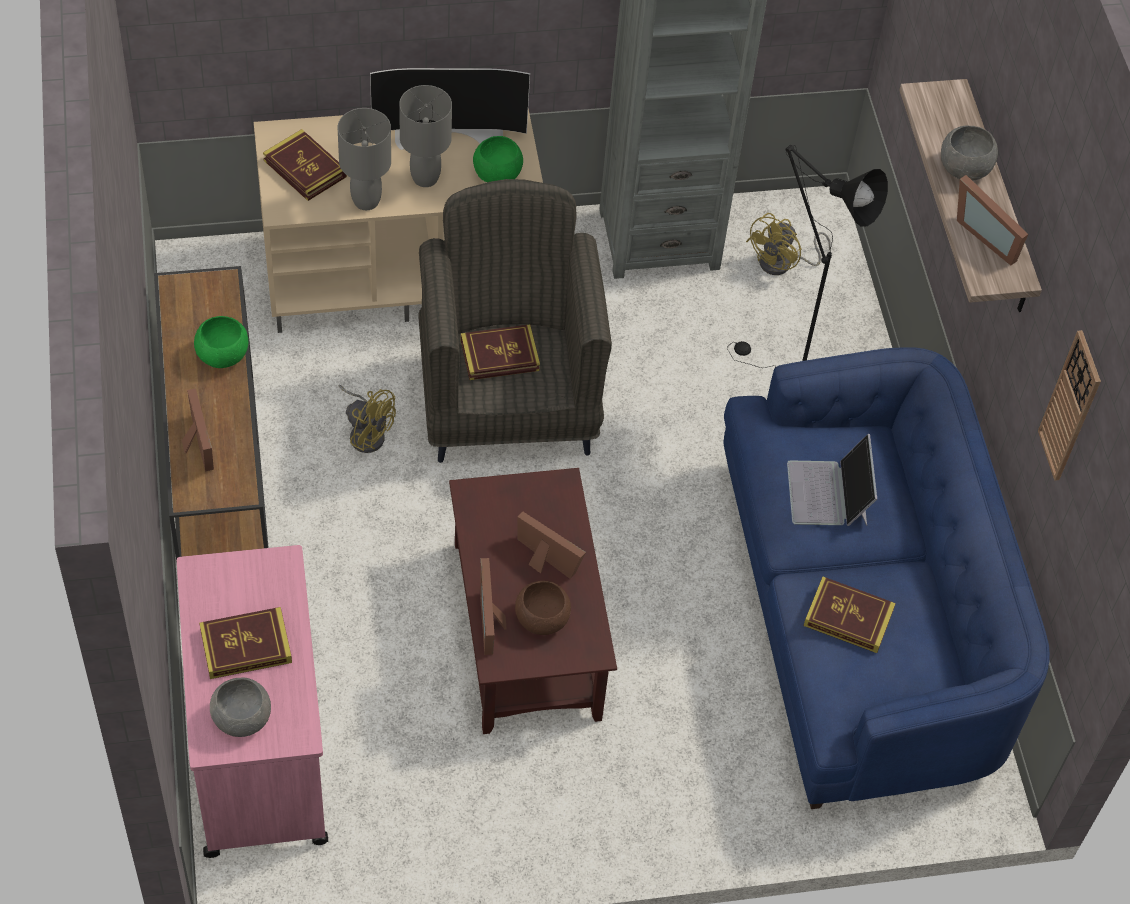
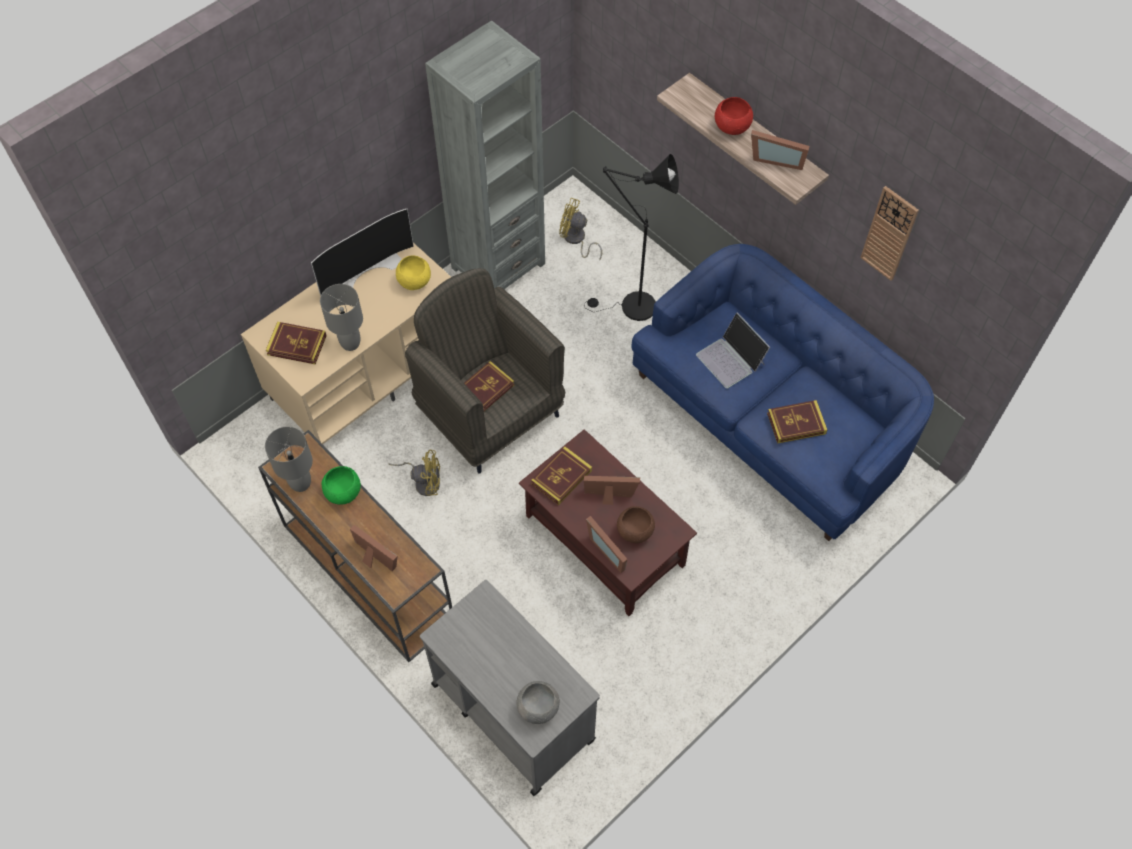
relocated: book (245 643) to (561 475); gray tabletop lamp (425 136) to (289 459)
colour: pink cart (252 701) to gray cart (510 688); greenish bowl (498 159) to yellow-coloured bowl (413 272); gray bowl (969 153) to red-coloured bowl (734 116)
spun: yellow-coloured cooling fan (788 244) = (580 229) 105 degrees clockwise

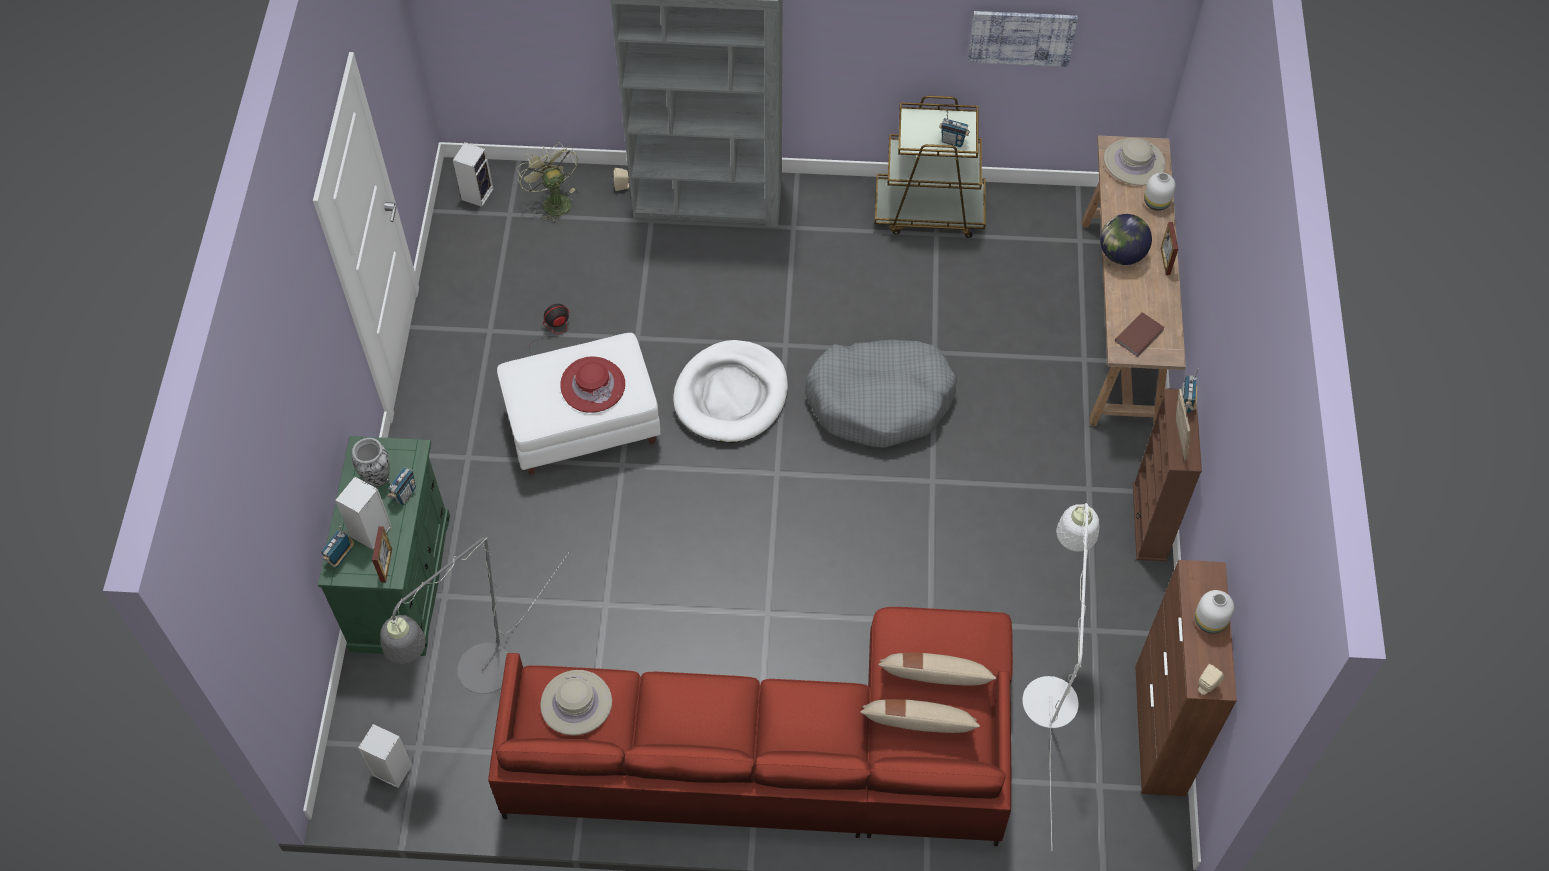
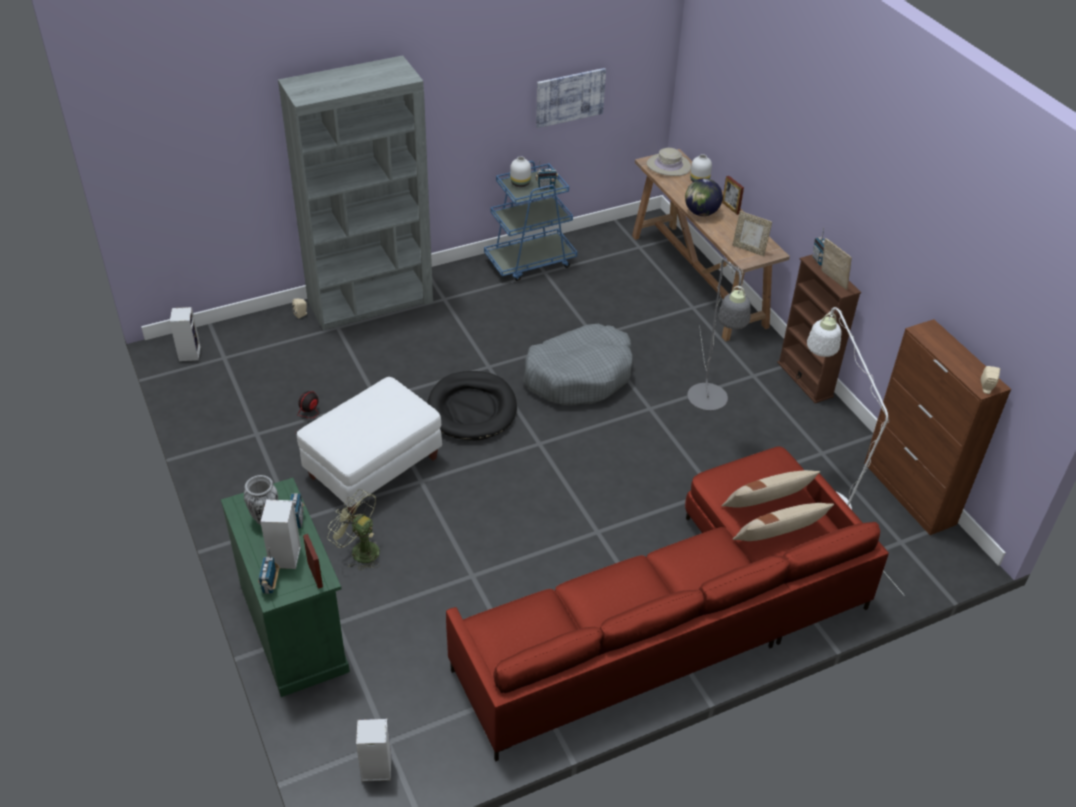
missing: beige-coloured clothing hat (576 703); red-coloured clothing hat (592 384)
relocated: gray floor lamp (475 615) to (719 335); greenish cooling fan (547 183) to (354 530); white decorative vase (1214 612) to (520 171)
exchanged: brownish book (1140 334) to picture frame (752 233)
colour: white pet bed (730 391) to black pet bed (472 406); brownish cart (930 167) to bluish cart (531 221)

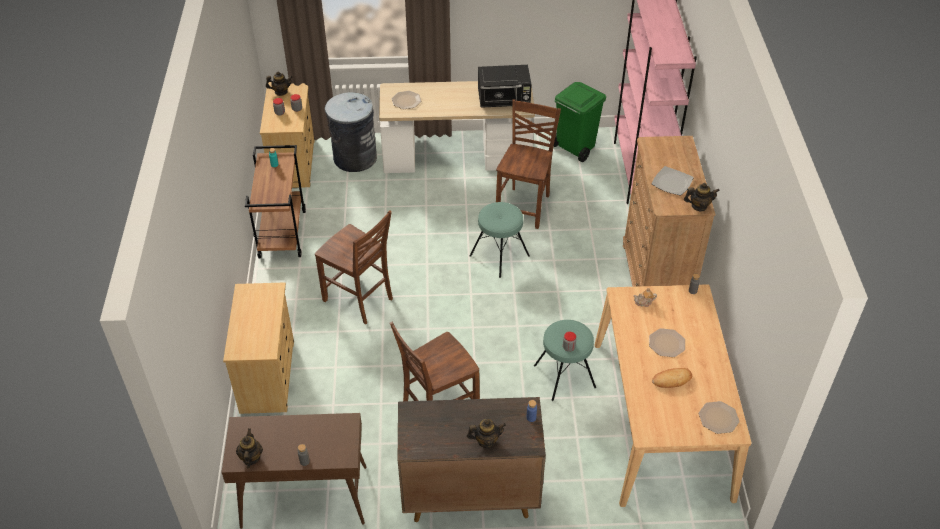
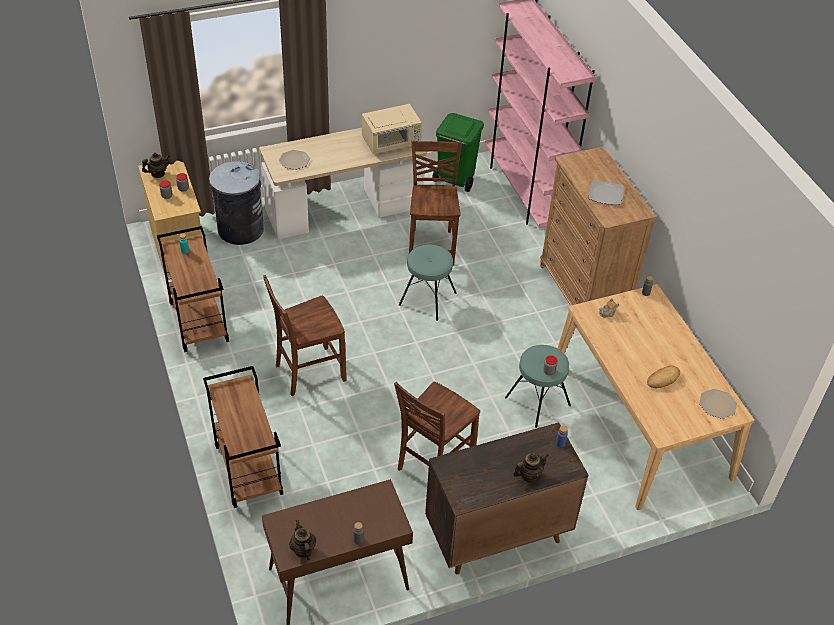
missing: plate (667 342); teapot (702 197)
exchanged: beige-coloured chest of drawers (258 348) to brownish cart (243 437)
colour: black kitchen microwave (505 86) to beige-coloured kitchen microwave (392 129)
spun: brownish chair (354 267) = (305 335) 135 degrees clockwise

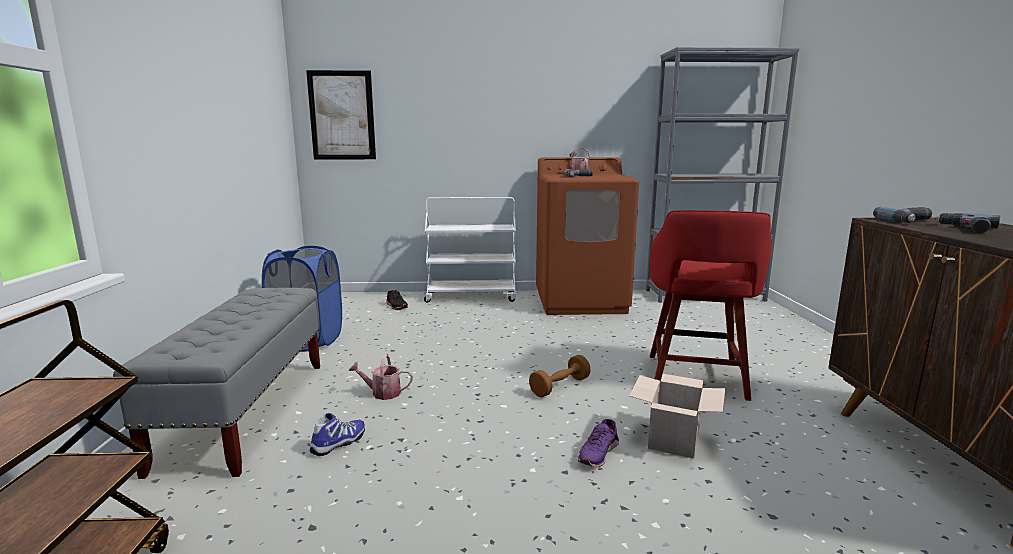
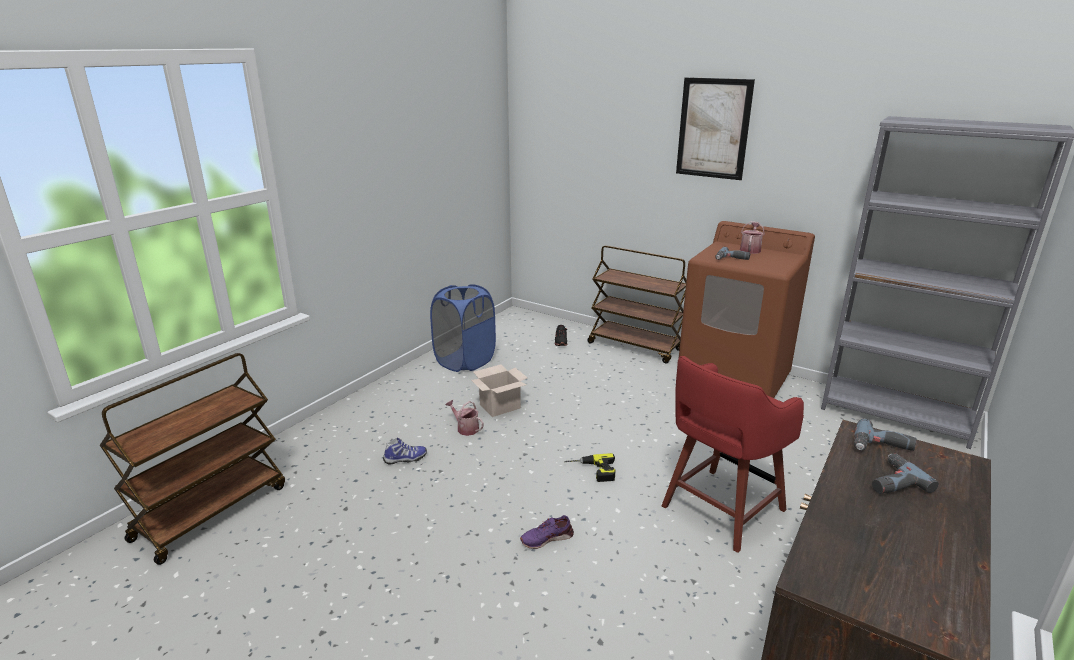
missing: gray bench (216 383)
relocated: wall art (341 114) to (715 128); carton (677 416) to (499 390)
exchanged: brownish dumbbell (560 376) to drill (590 467)
colour: white cart (470 250) to brownish cart (636 304)

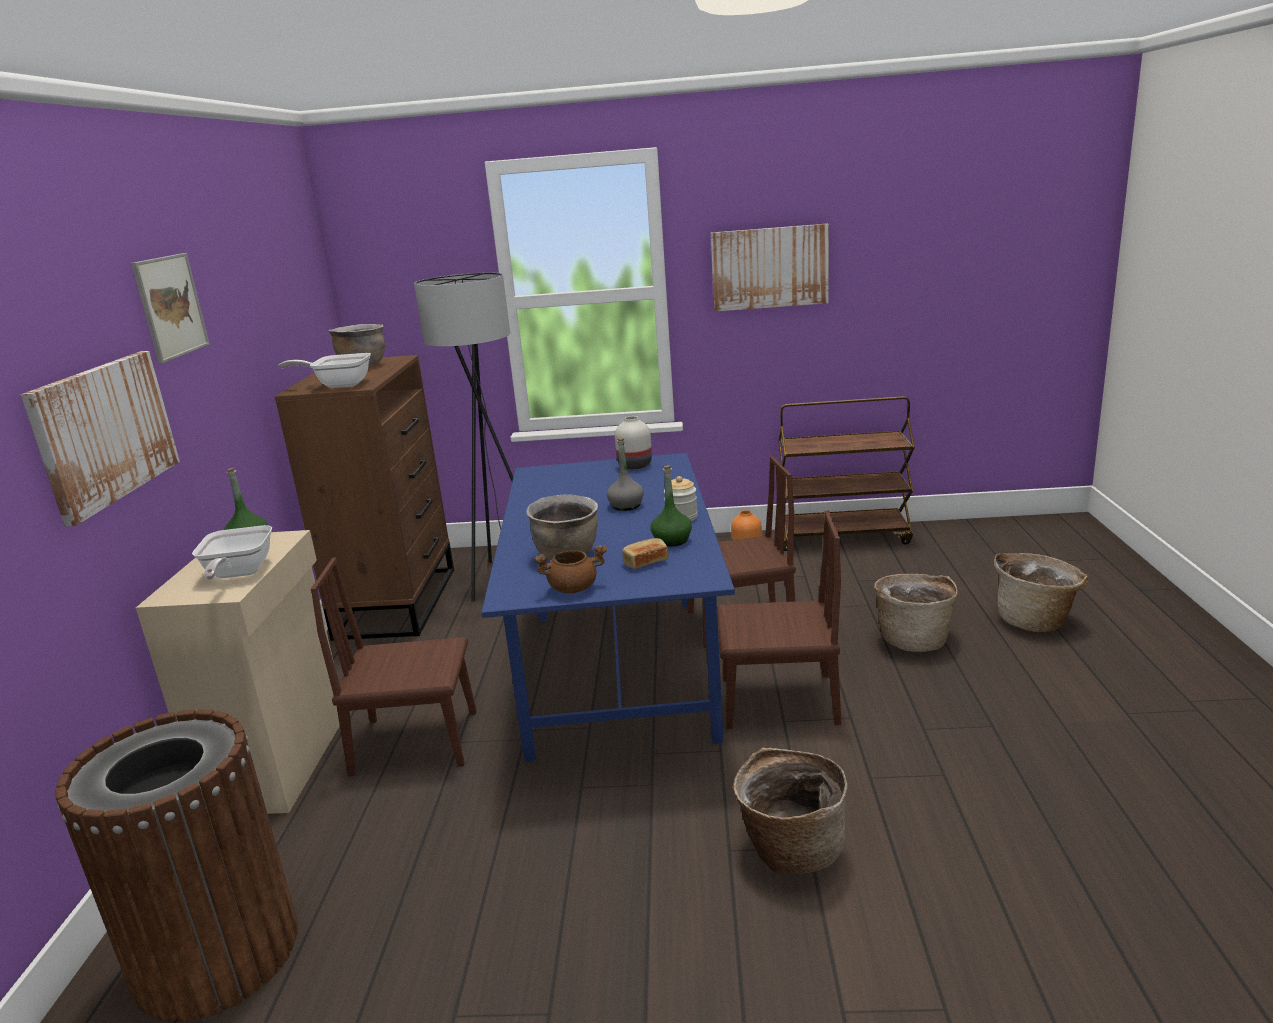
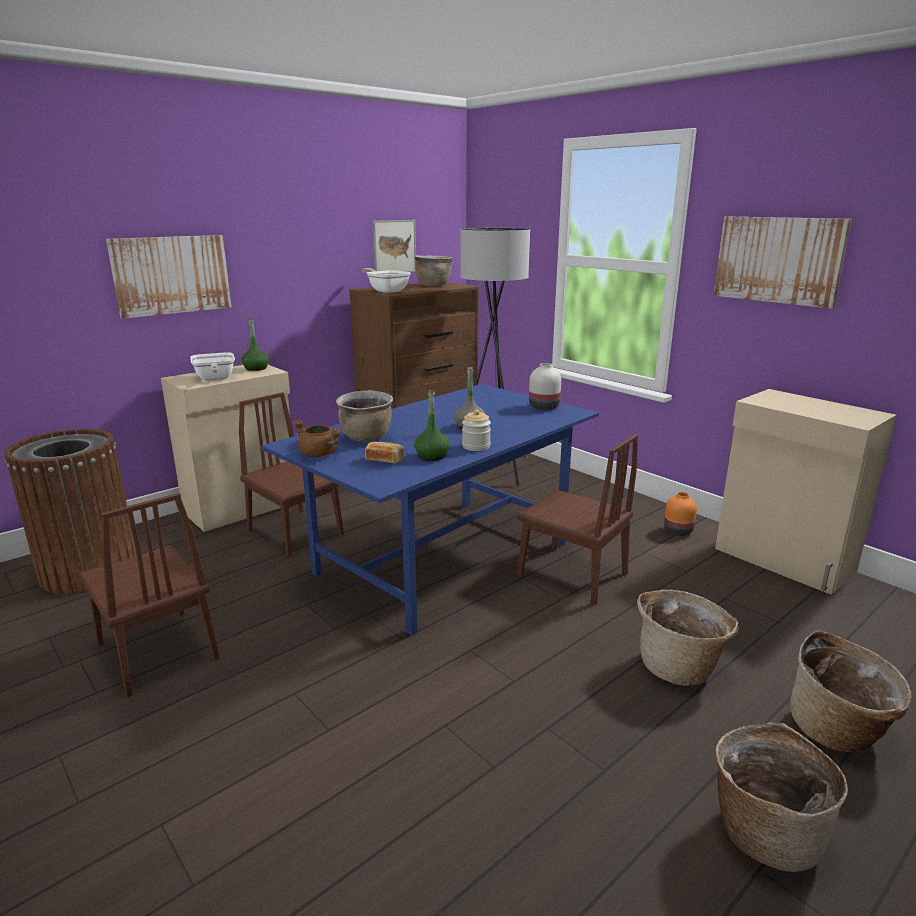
relocated: wall art (170 308) to (394 246); brownish chair (779 620) to (149 595); storage basket (790 811) to (782 797)
exchanged: brownish cart (846 473) to beige-coloured storage cabinet (806 491)
spun: skillet (232 552) = (212 366) 60 degrees counterclockwise

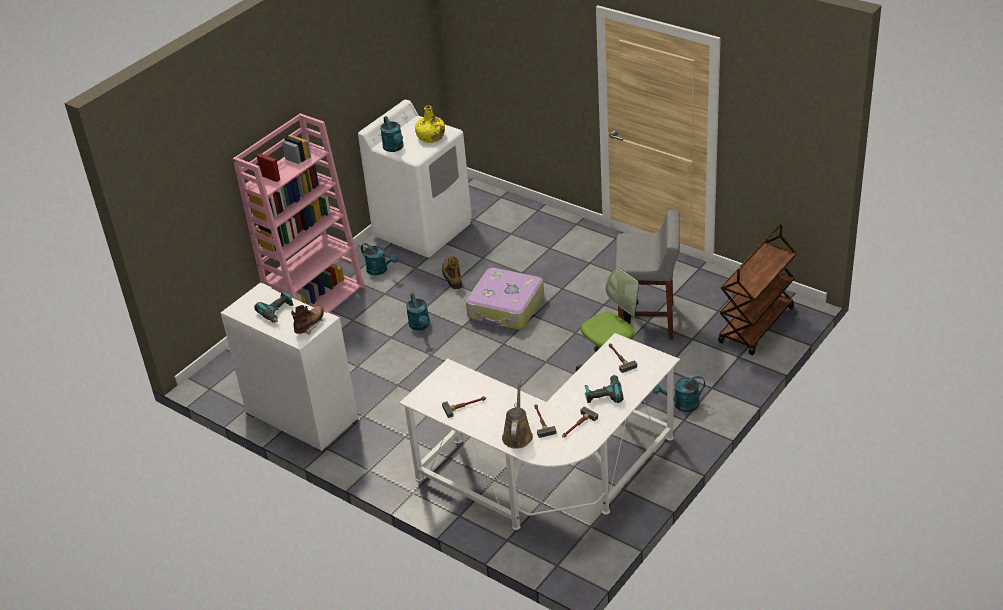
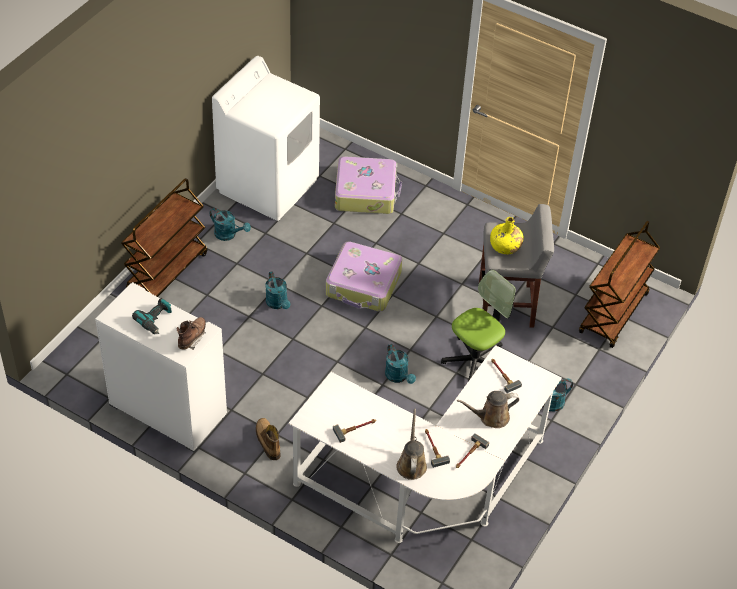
appeared: suitcase (368 185)
relocated: turquoise watering pot (391 134) to (400 364); yellow-coloured beverage bottle (430 124) to (506 236); boot (452 272) to (268 439)
exchanged: pink shelving unit (298 213) to brownish cart (164 237); drill (604 388) to brownish watering pot (488 409)

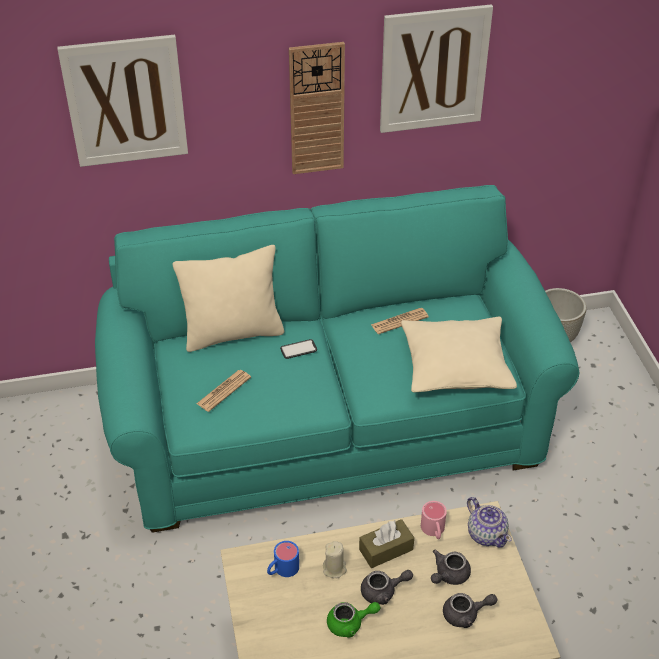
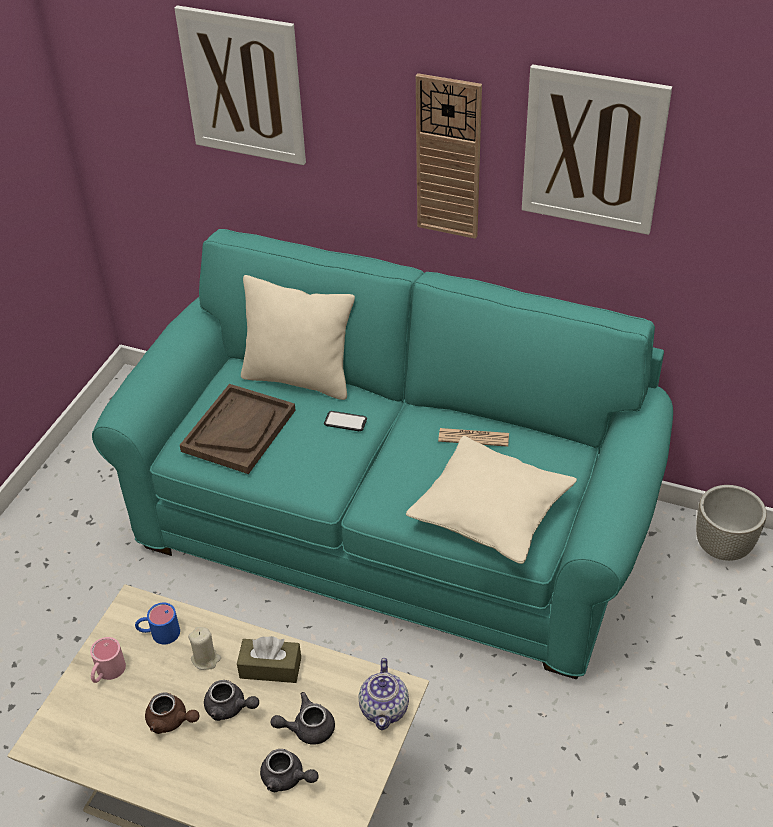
relocated: pink coffee mug (434 520) to (108 660)
exchanged: printed paper (223 391) to brownish tray (238 429)
colour: greenish teapot (353 620) to brownish teapot (172 713)

